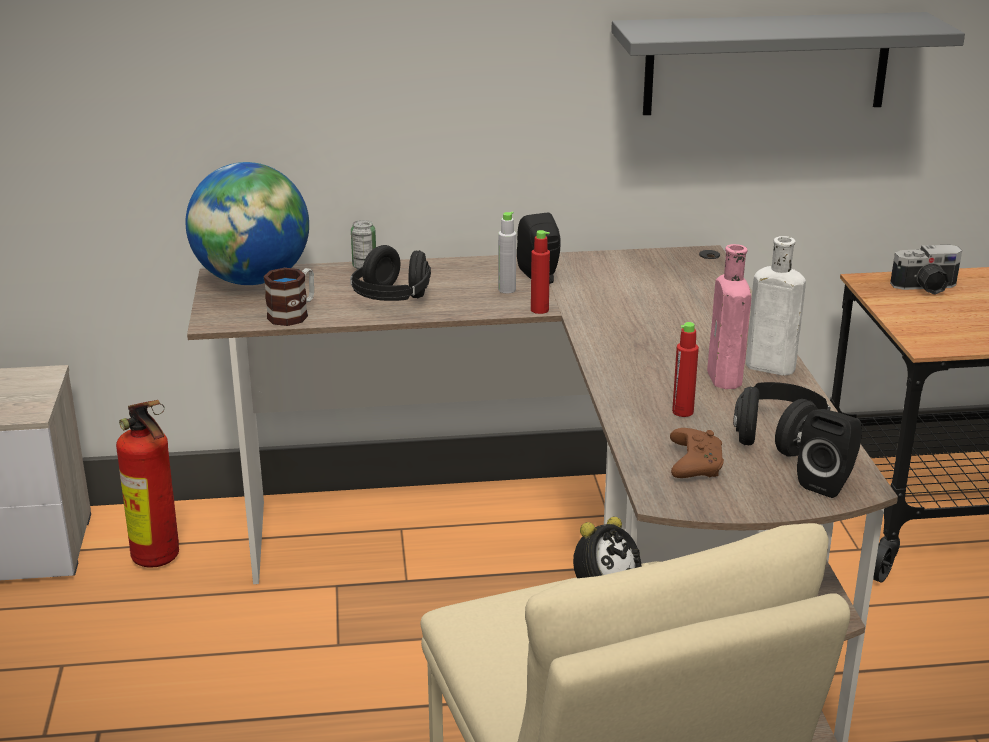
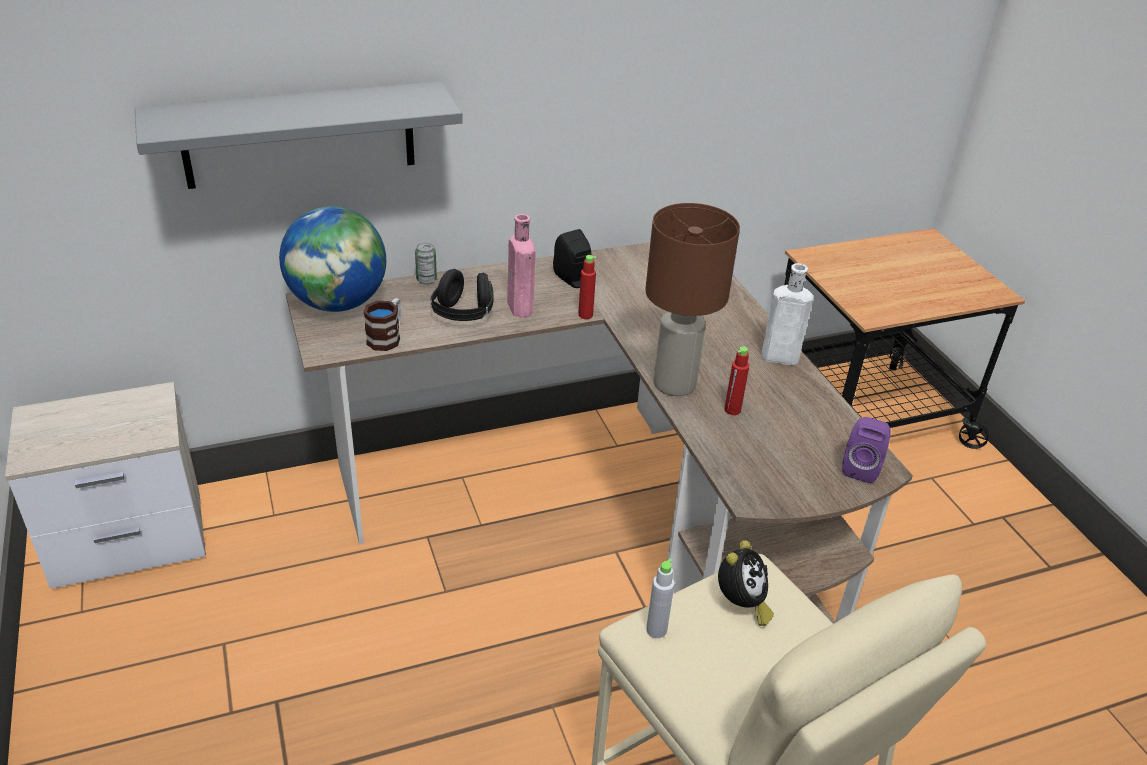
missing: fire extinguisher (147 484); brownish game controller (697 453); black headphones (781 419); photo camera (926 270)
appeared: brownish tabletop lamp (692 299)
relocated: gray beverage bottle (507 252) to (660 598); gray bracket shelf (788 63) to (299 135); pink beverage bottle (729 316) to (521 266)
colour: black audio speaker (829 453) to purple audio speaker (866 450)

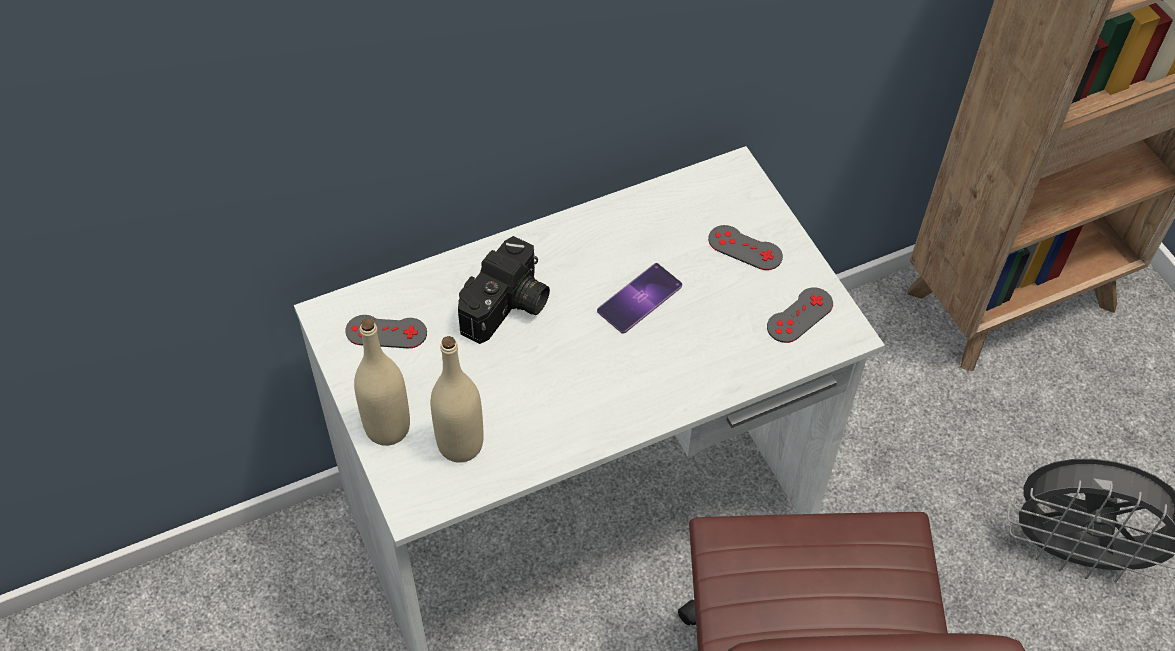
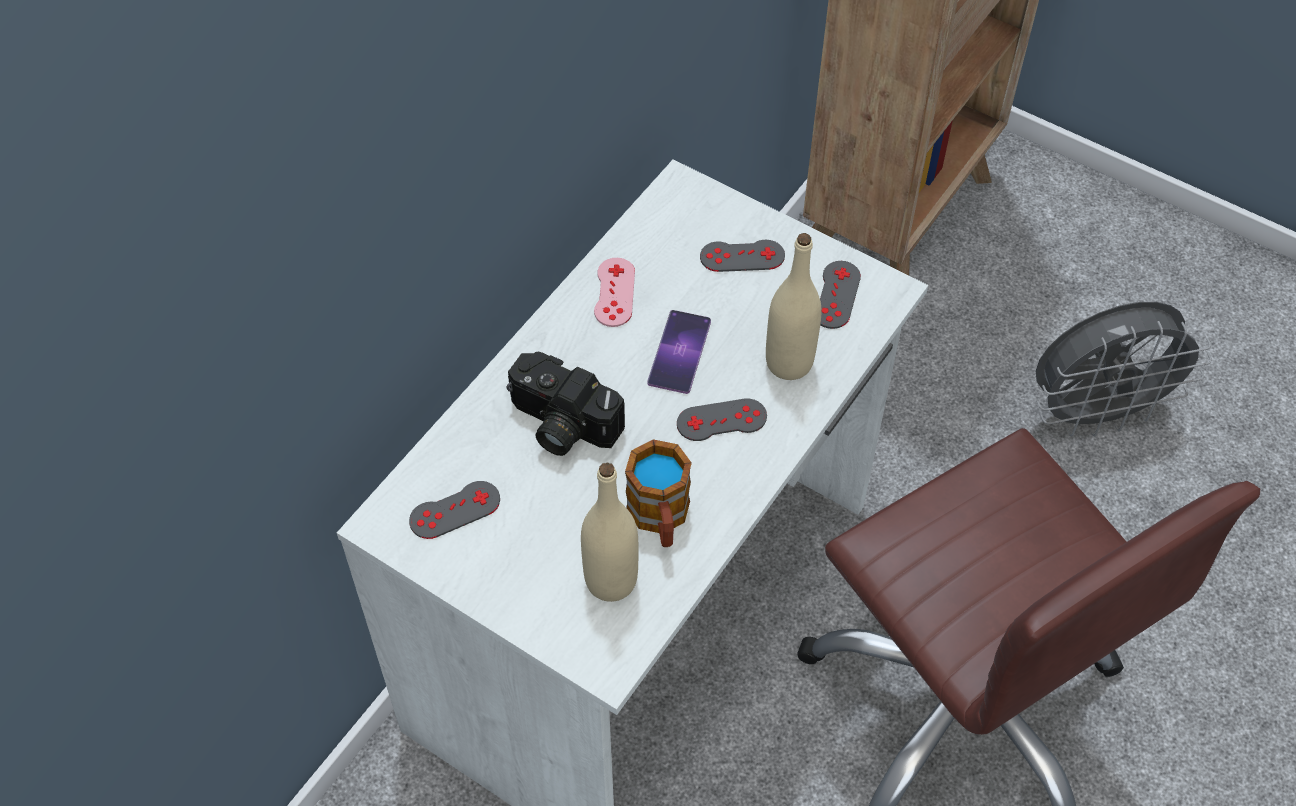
appeared: pink game controller (614 292); coffee mug (658 493); gray game controller (722 419)
relocated: beige-coloured beverage bottle (382 382) to (794 306)
spun: photo camera (504 290) = (566 404) 120 degrees clockwise

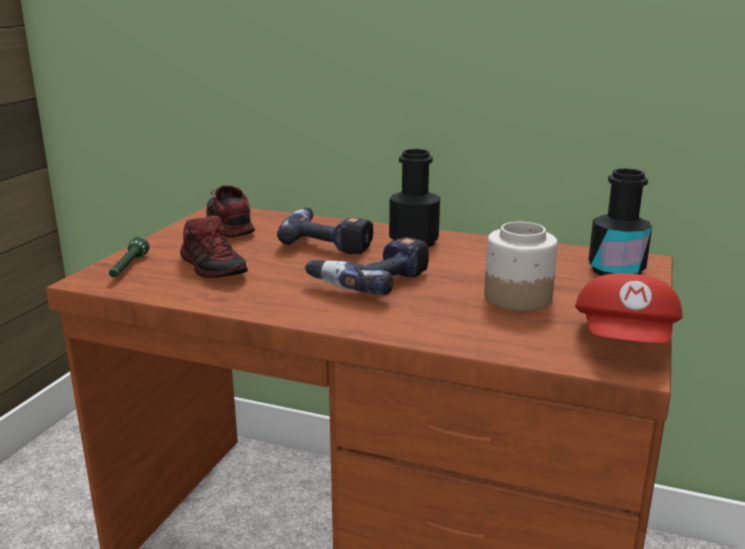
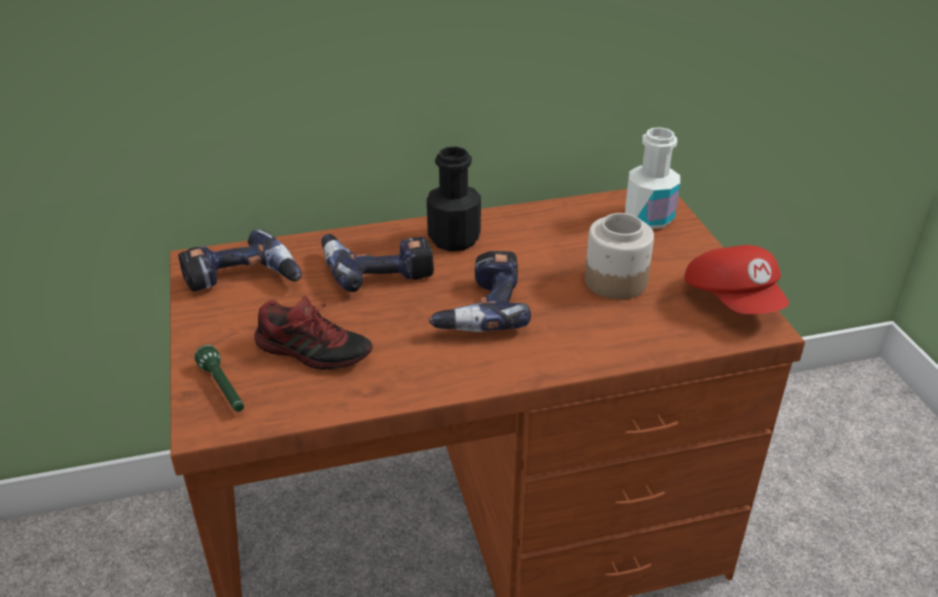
exchanged: item of footwear (230 211) to drill (240 260)
colour: black beverage bottle (620 222) to white beverage bottle (652 178)

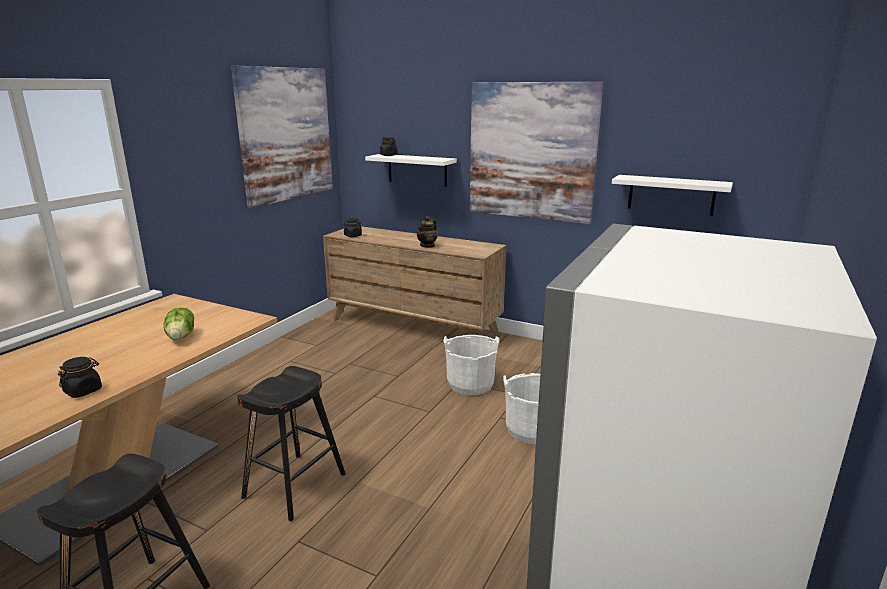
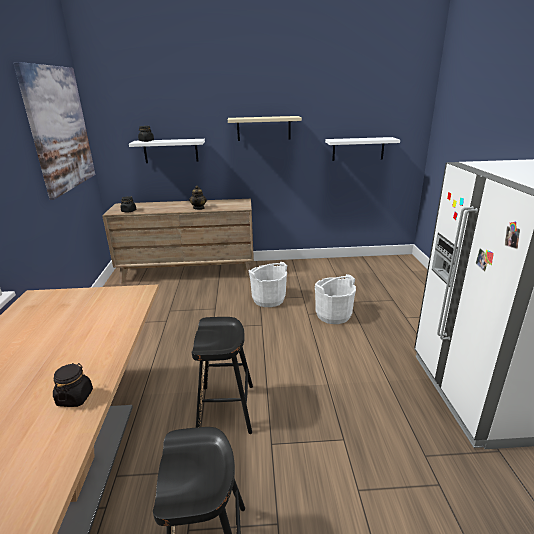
missing: lettuce (179 323)
exchanged: wall art (536 153) to beige-coloured bracket shelf (265 128)

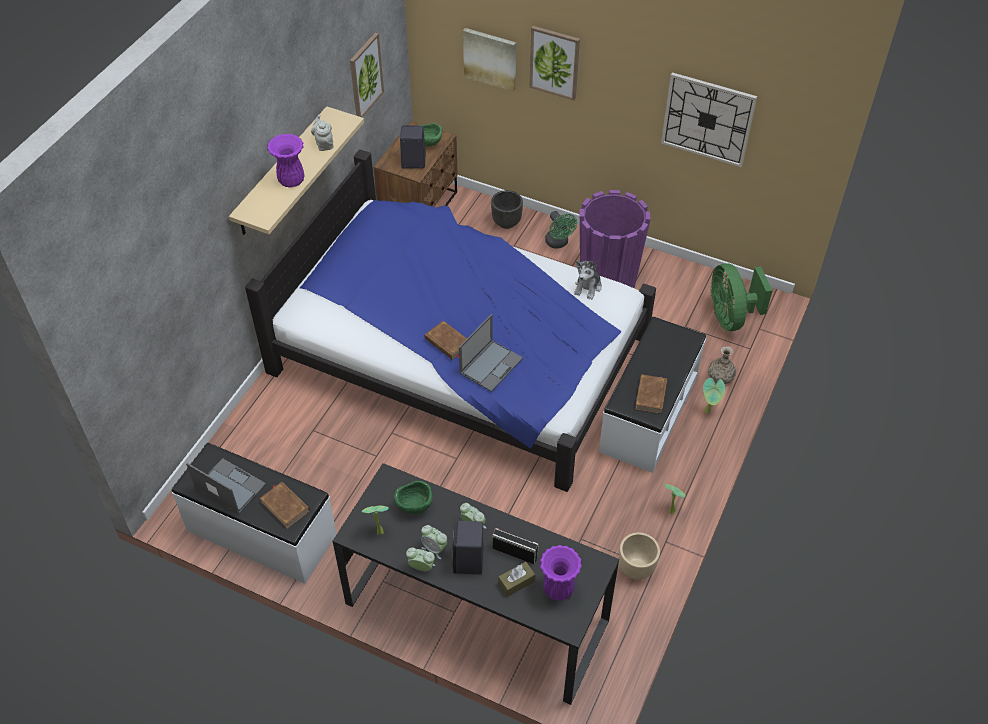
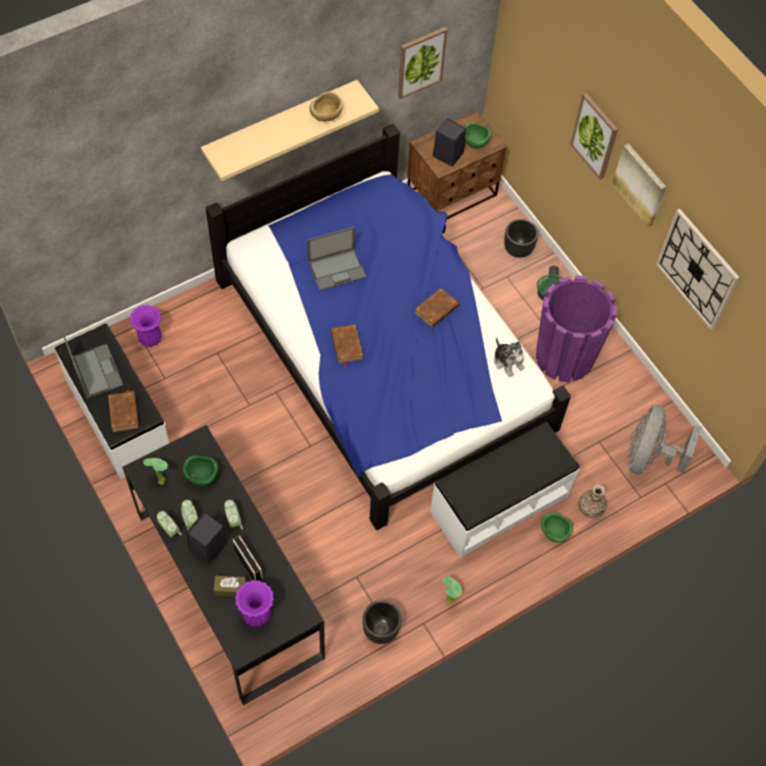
relocated: purple decorative vase (286 161) to (146 326); laptop (491 353) to (336 259); wall art (489 59) to (639 185); brownish book (651 394) to (437 308)
exchanged: gray teapot (322 133) to beige-coloured bowl (326 107); potted plant (714 396) to greenish bowl (557 527)
colour: beige-coloured plant pot (639 556) to black plant pot (381 622); greenish cooling fan (741 297) to gray cooling fan (664 440)
spun: soft toy (588 280) = (509 357) 90 degrees counterclockwise

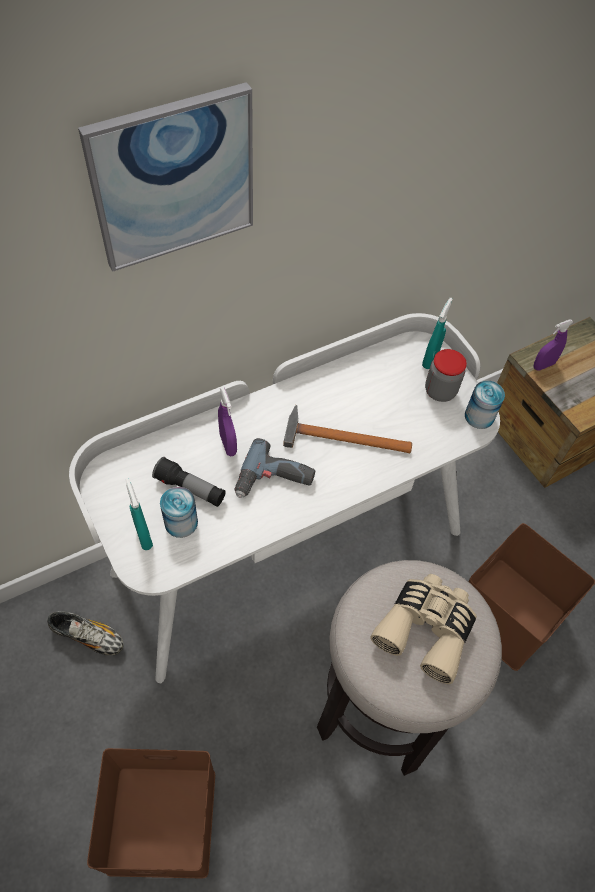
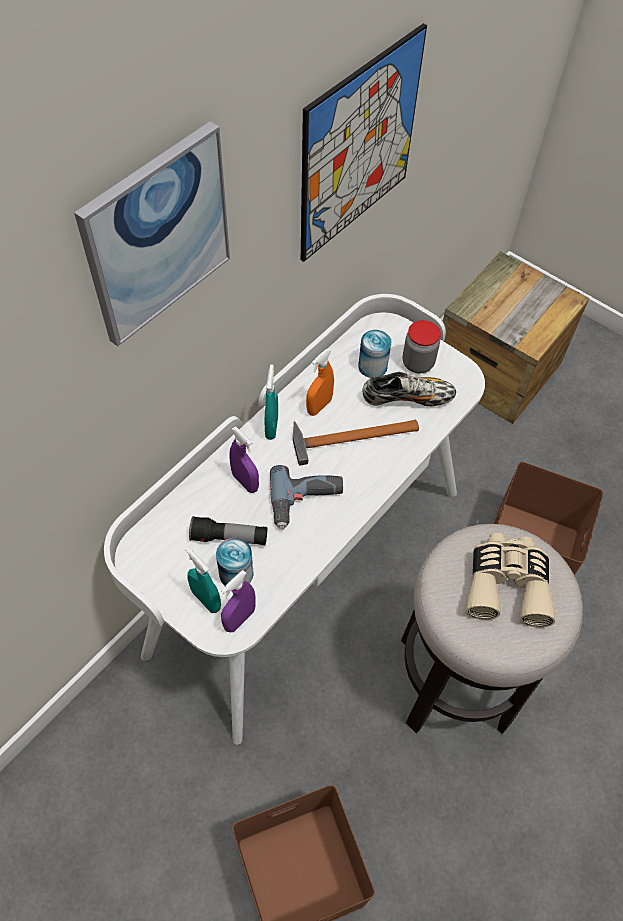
appeared: wall art (364 142); orange-coloured sprayer (320 382)
relocated: item of footwear (85 633) to (409 389); turquoise sprayer (437 333) to (271 402); can (485 405) to (374 354); purple sprayer (553 345) to (238 601)

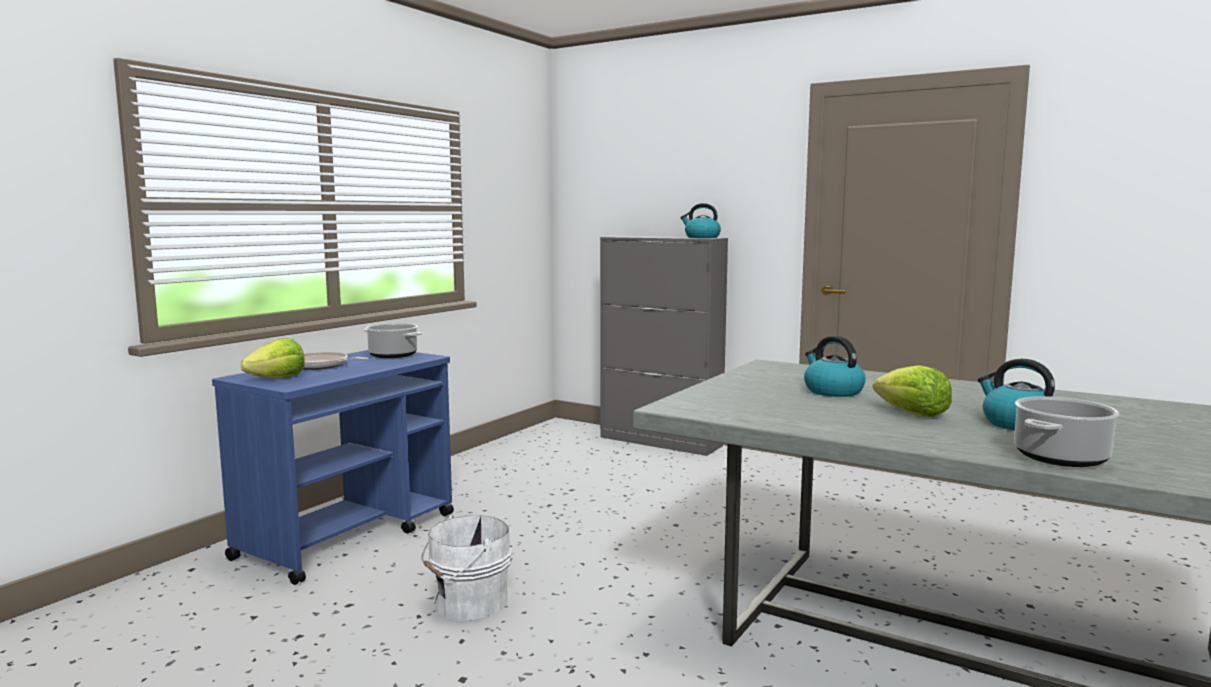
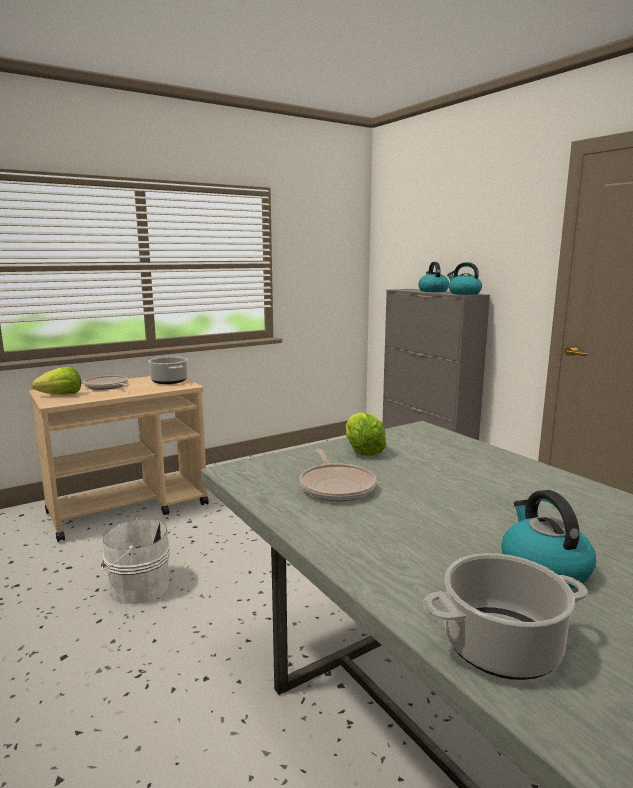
appeared: skillet (338 475)
relocated: tea kettle (835 366) to (433 277); lettuce (912 391) to (366 434)
colour: bluish cart (333 467) to beige-coloured cart (119 459)

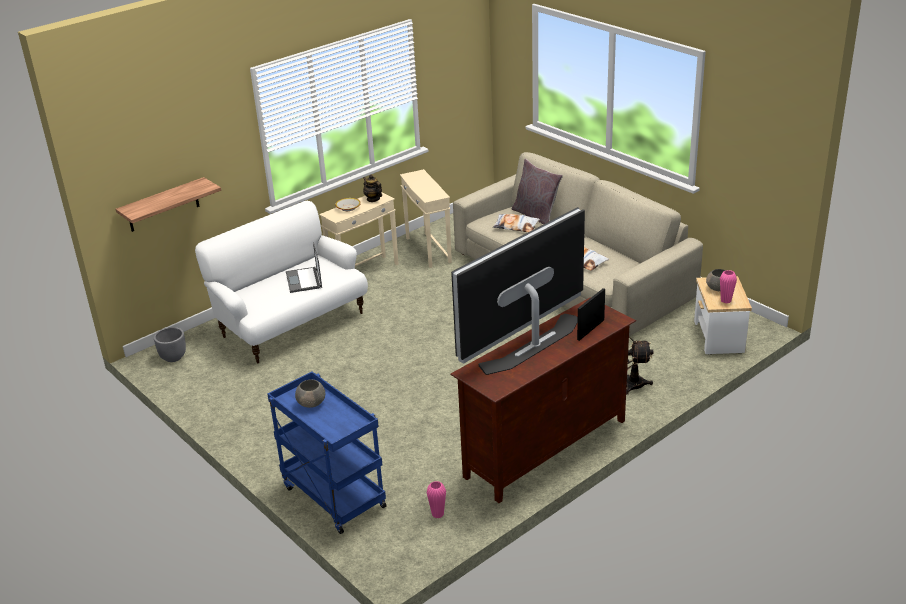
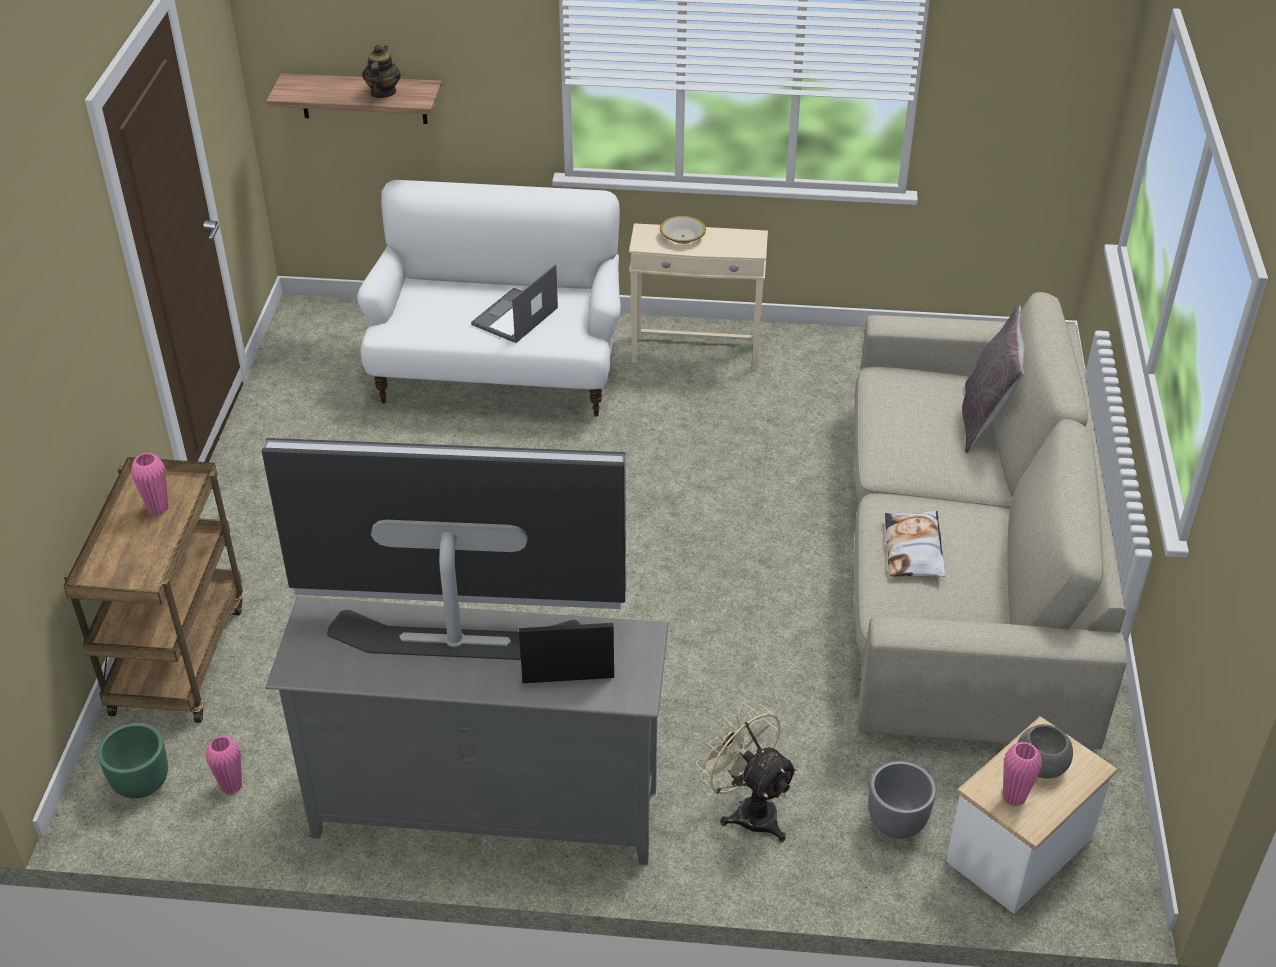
missing: beige-coloured side table (426 218); pillow (516 223)
appeared: greenish plant pot (133 761)
relocated: gray plant pot (170 344) to (902 800); teapot (372 188) to (381 71)
exchanged: gray bowl (310 393) to pink decorative vase (149 484)
colour: bluish cart (327 453) to brownish cart (153 590); brownish media console (543 400) to gray media console (467 730)

